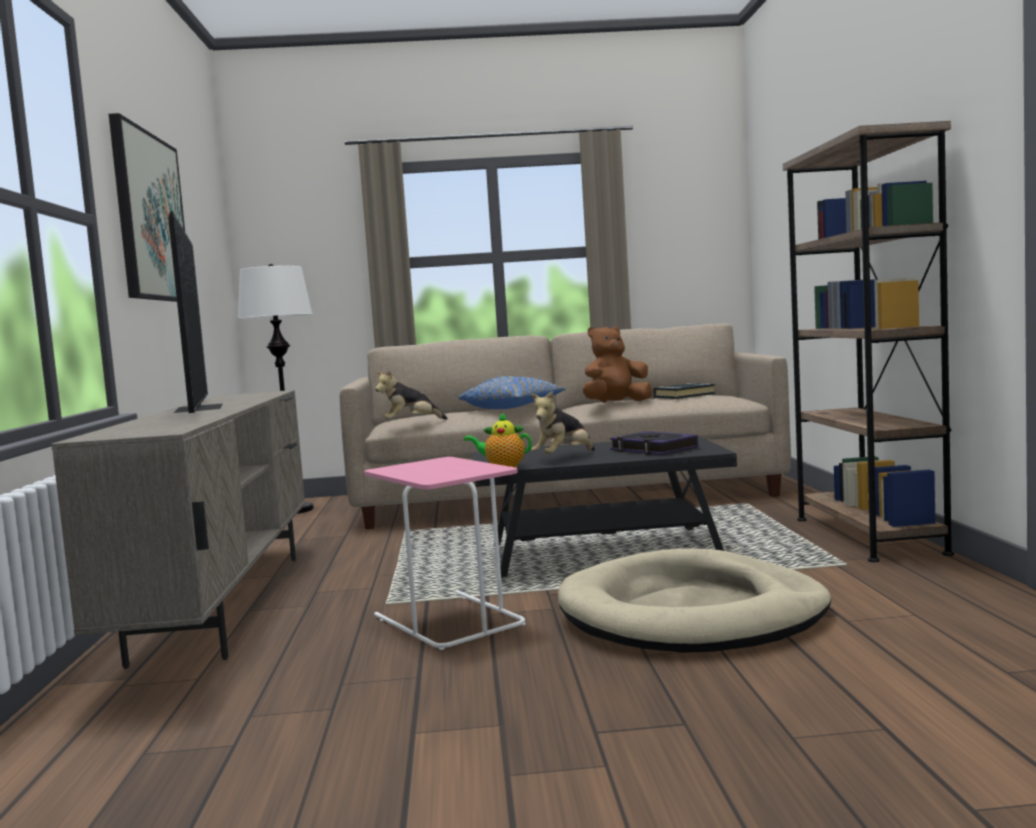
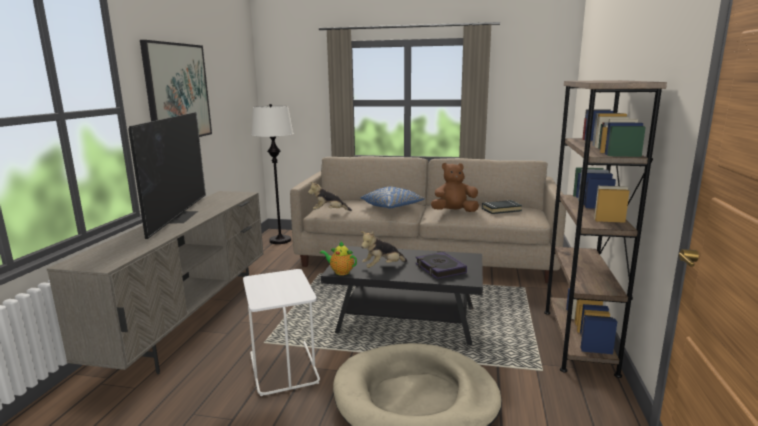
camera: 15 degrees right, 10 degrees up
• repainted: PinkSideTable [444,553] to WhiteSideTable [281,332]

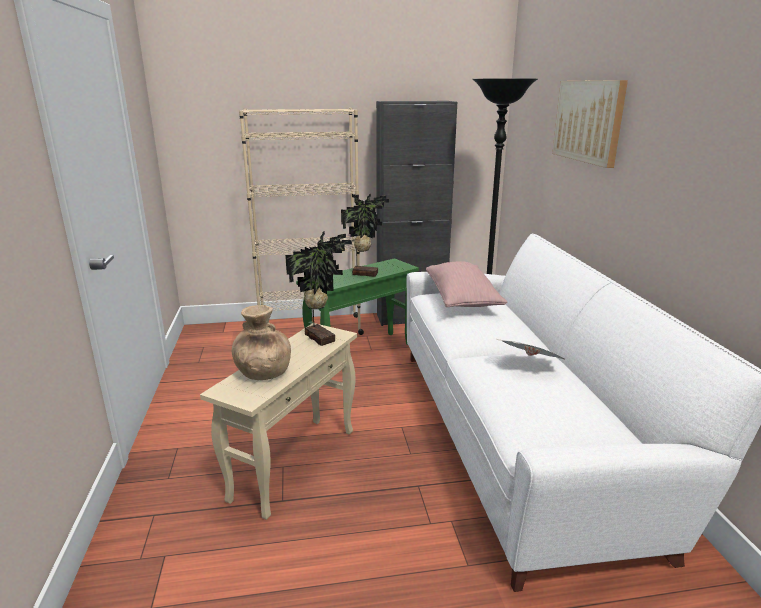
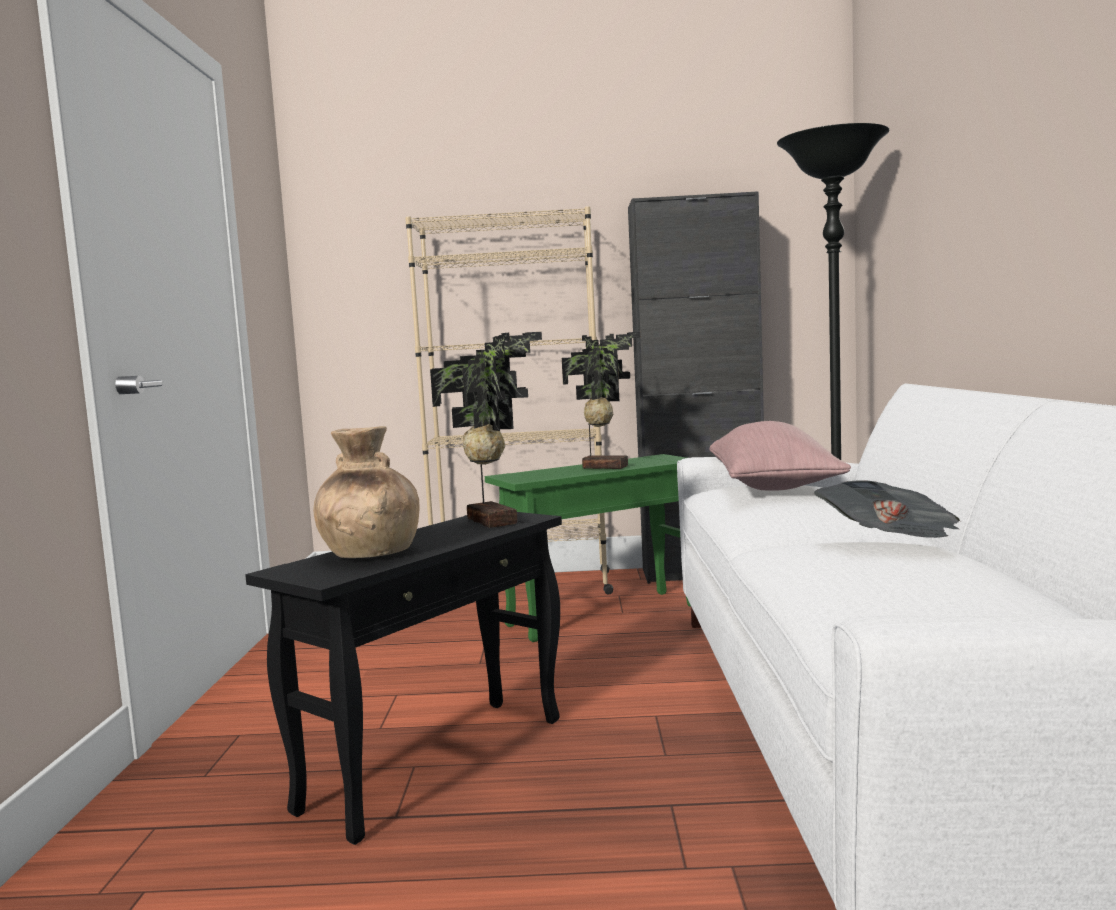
camera: 10 degrees right, 15 degrees down
• repainted: BeigeSideTable [278,421] to BlackSideTable [403,678]
• gone: Picture [590,124]

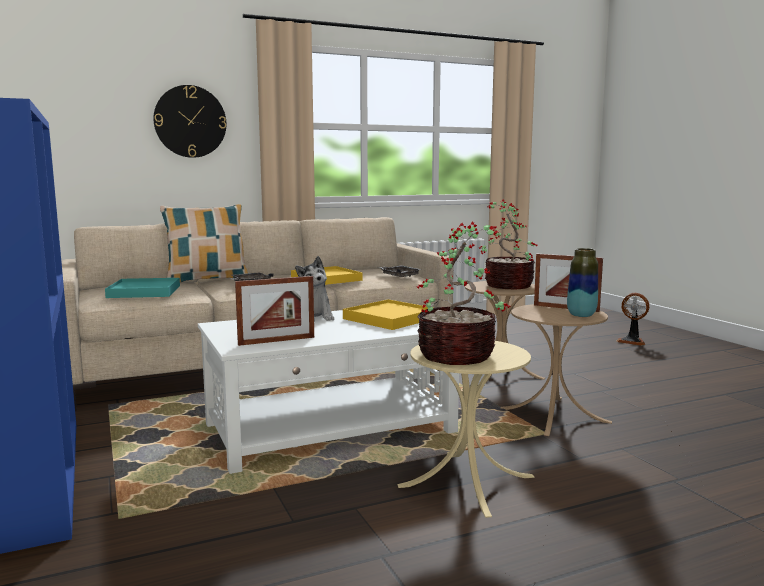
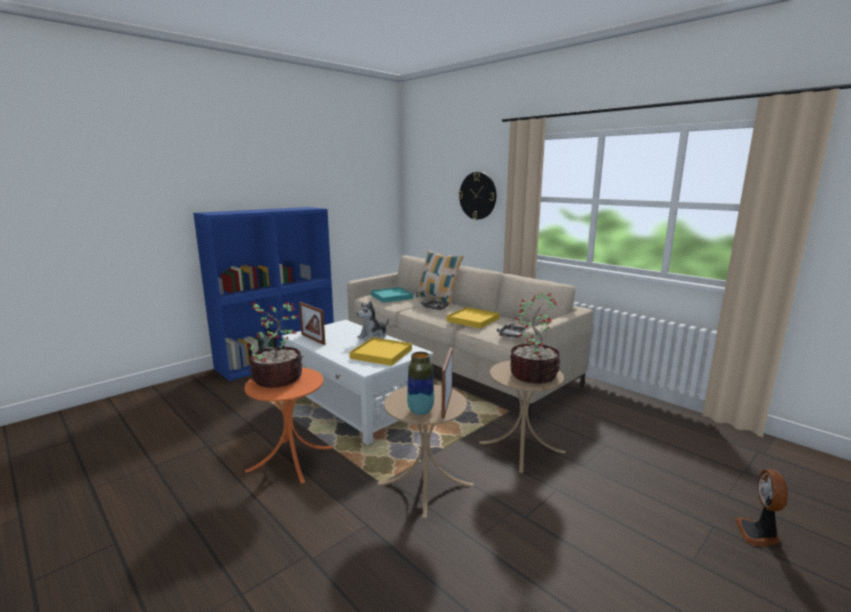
camera: 70 degrees right, 5 degrees up
• repainted: BeigeSideTable [465,429] to OrangeSideTable [288,426]

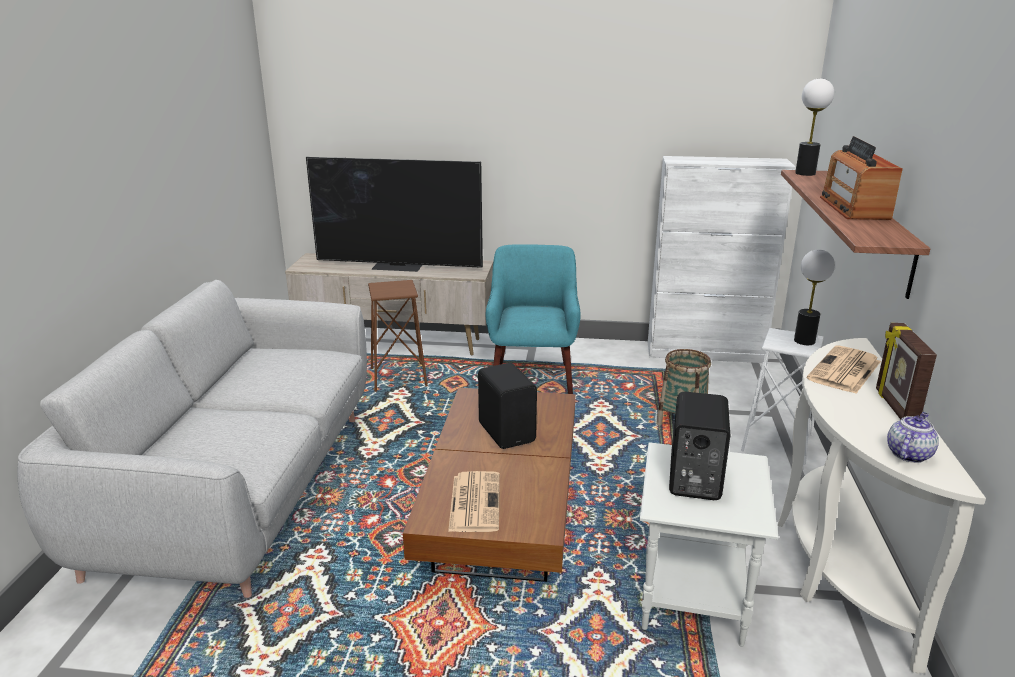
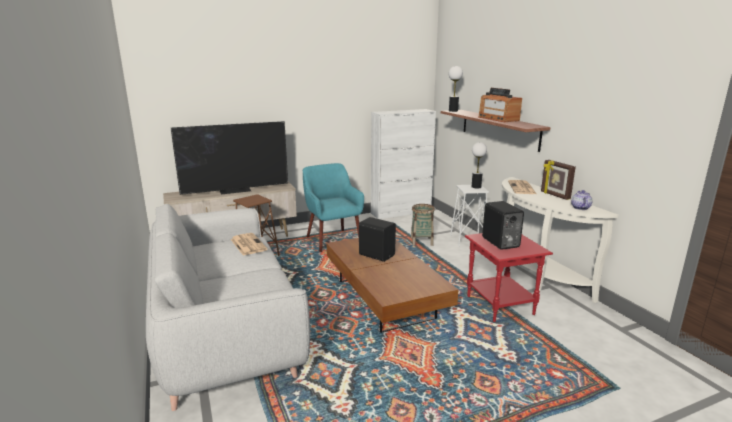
camera: 30 degrees left, 5 degrees down
• shifted: Newspaper [474,501] to [248,244]
• repainted: WhiteSideTable [709,544] to RedSideTable [509,277]

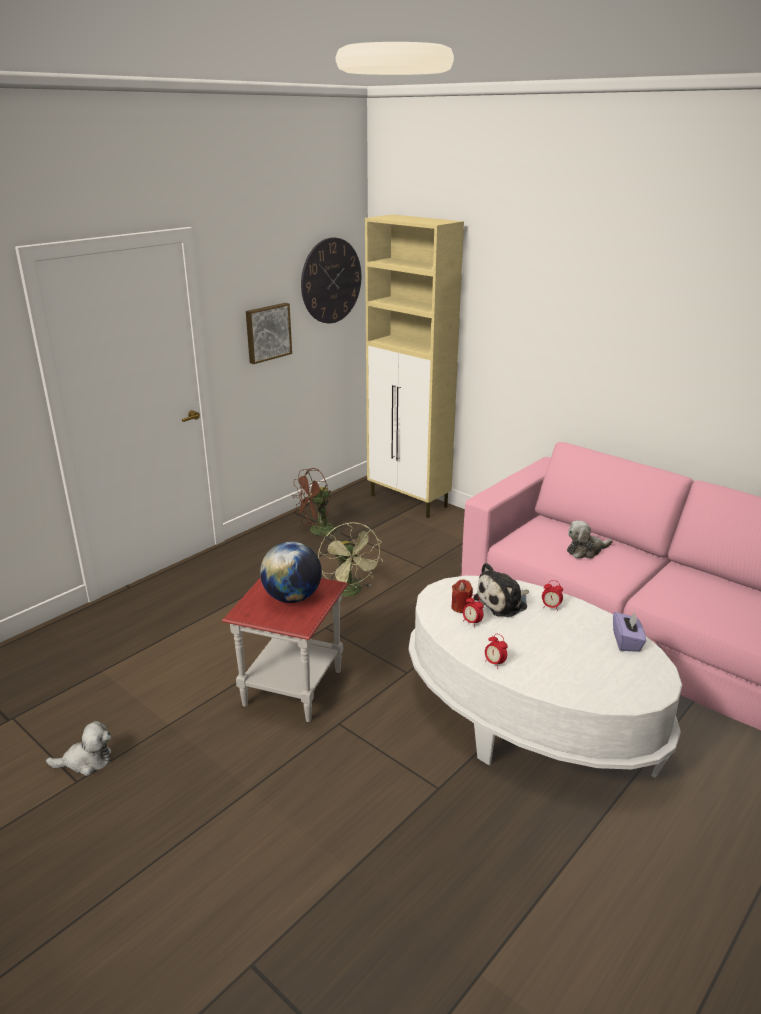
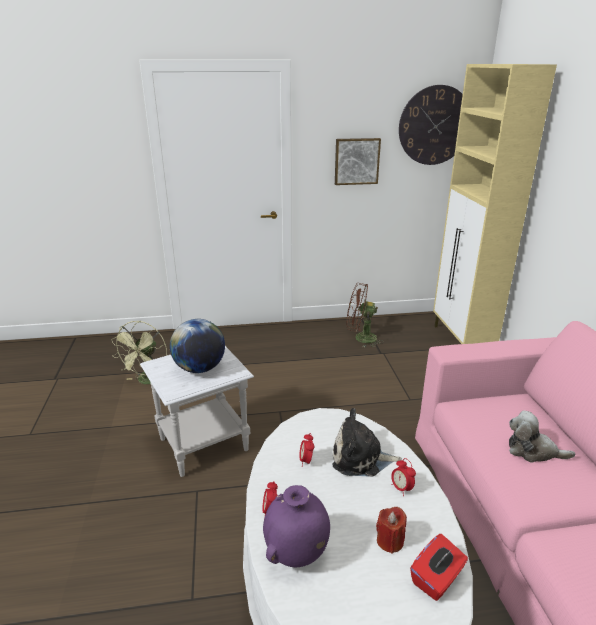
camera: 40 degrees right, 0 degrees up
• shifted: GreenFan [350,559] to [139,352]
• repainted: RedSideTable [285,649] to WhiteSideTable [197,411]
• new: PurpleVase [296,526]
• shifted: RedCandle [462,596] to [391,530]
• repainted: PurpleTissueBox [629,632] to RedTissueBox [439,567]
• gone: PlushToy [78,748]

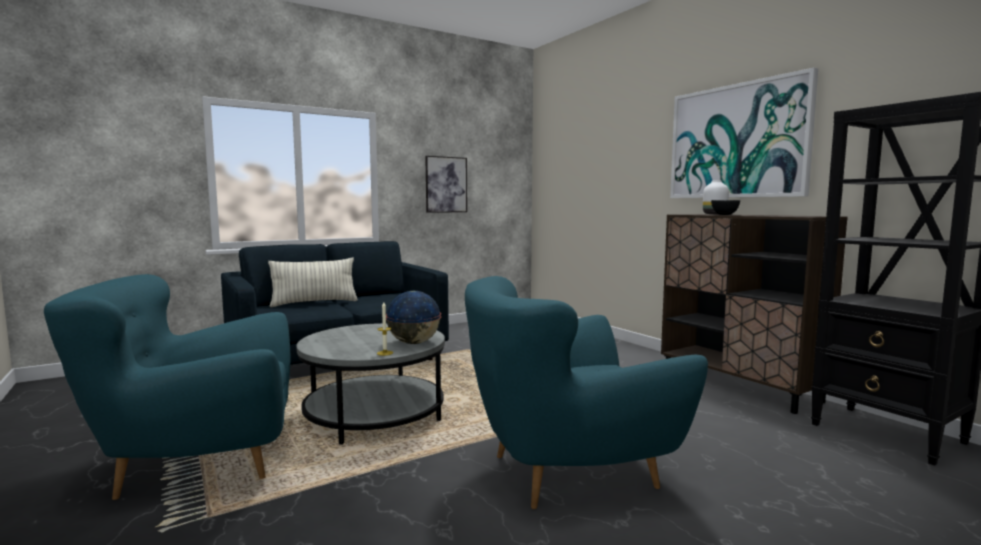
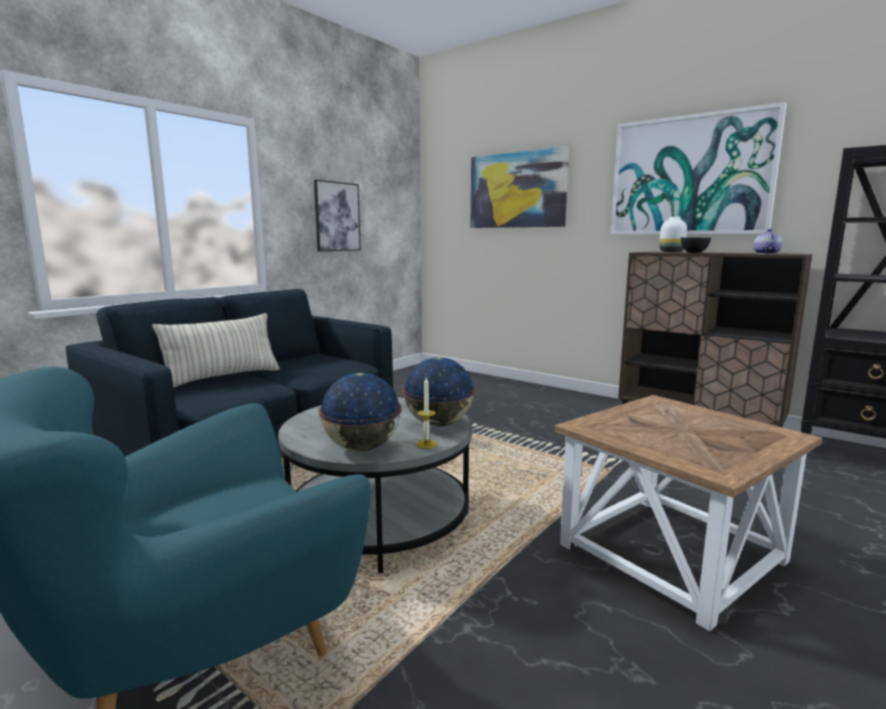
camera: 20 degrees left, 5 degrees up
• new: Globe [360,412]
• new: Picture [519,187]
• swapped: TurquoiseArmchair [586,392] to BrownSideTable [688,513]
• new: Teapot [768,241]

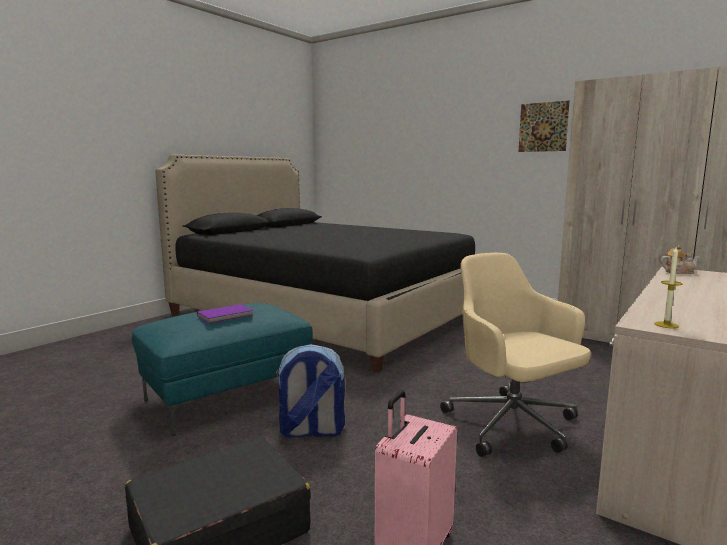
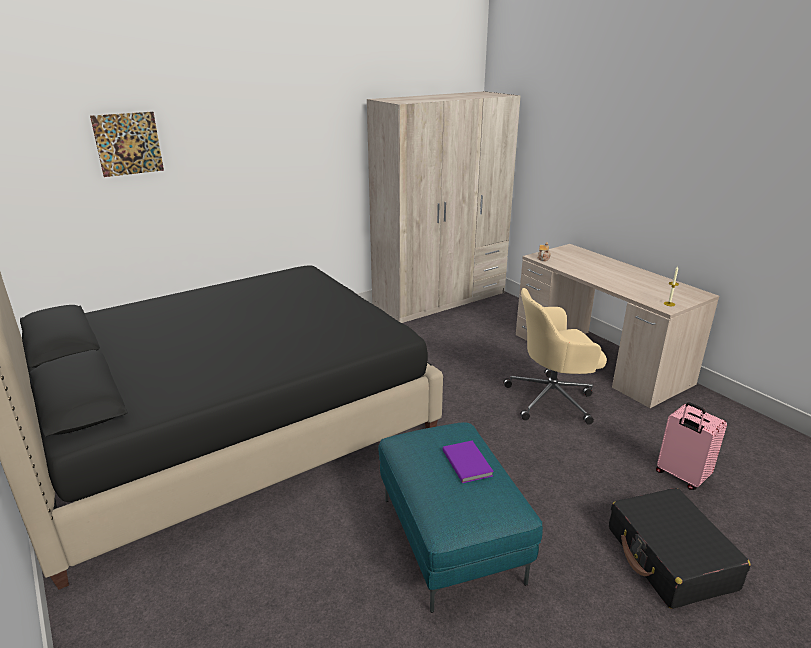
camera: 70 degrees left, 15 degrees up
• shifted: Picture [544,126] to [127,144]
• gone: Backpack [310,391]

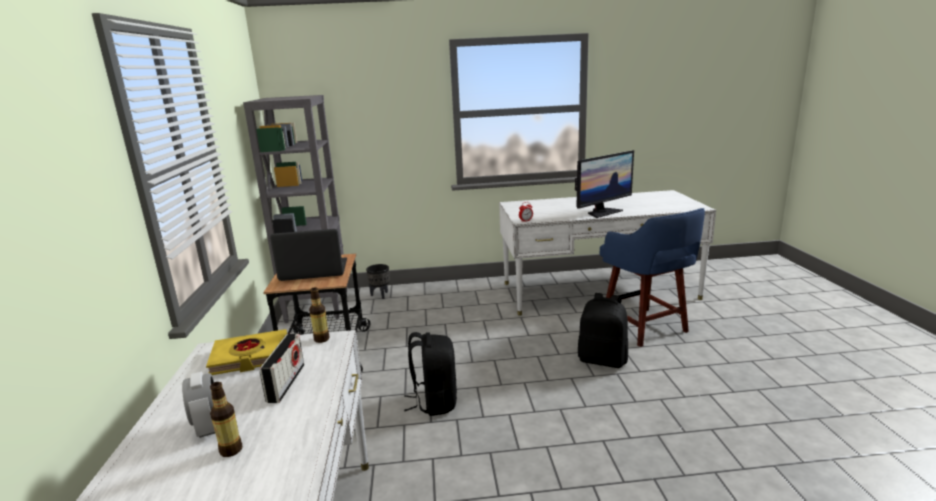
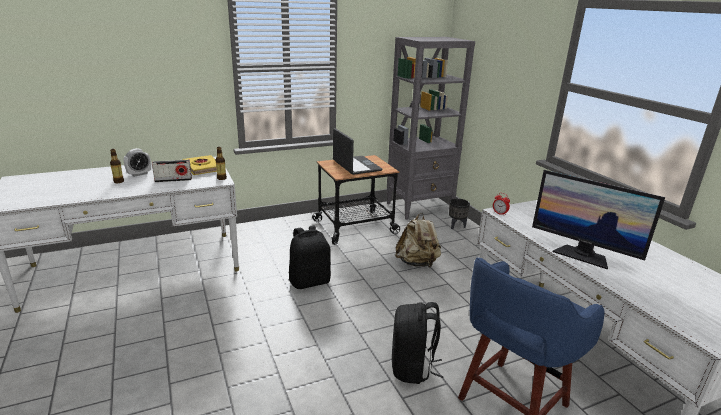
camera: 70 degrees right, 5 degrees up
• new: BeigeBackpack [418,240]

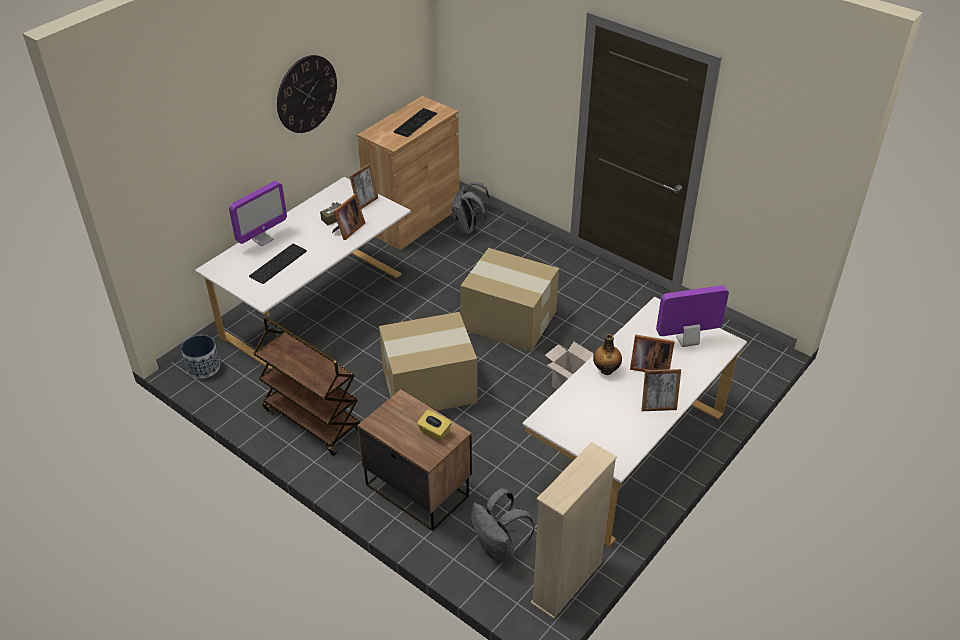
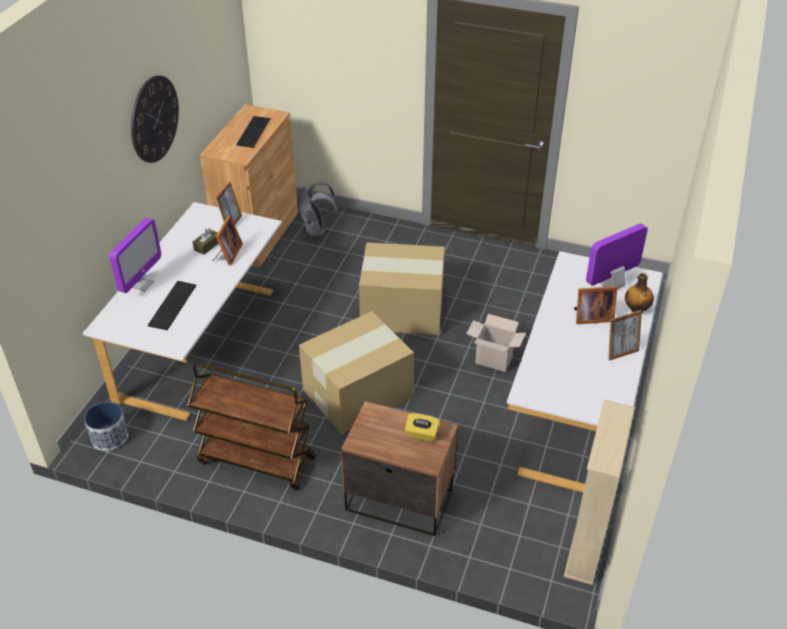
camera: 20 degrees left, 0 degrees up
• shifted: Bottle [607,354] to [639,293]
• gone: GreyBackpack [503,526]

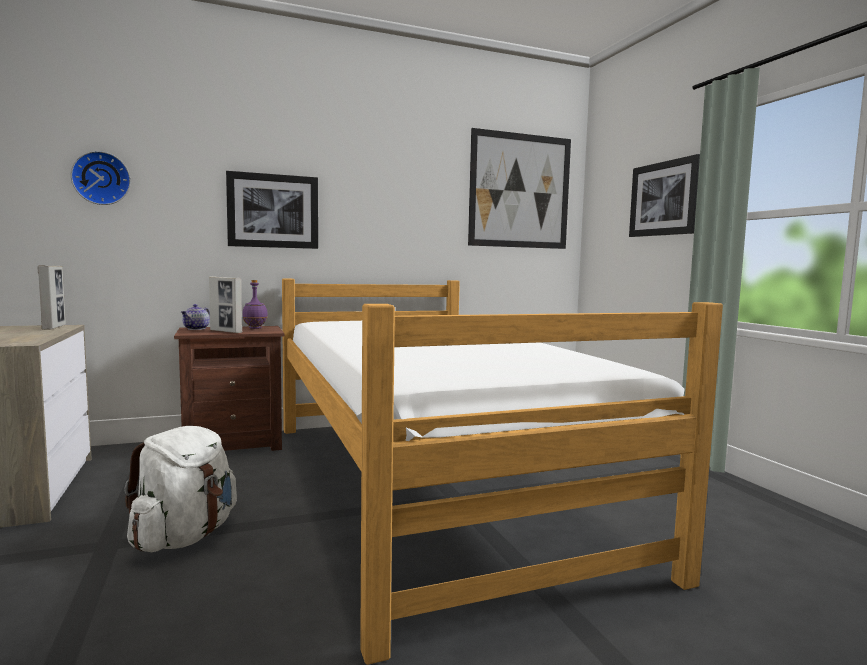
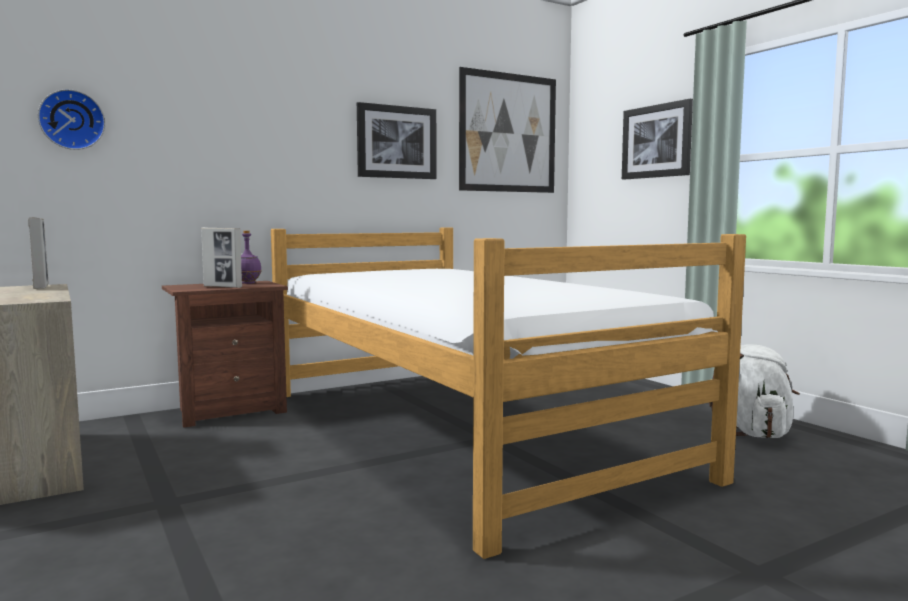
camera: 10 degrees left, 0 degrees up
• shifted: Picture [272,210] to [397,140]
• shifted: WhiteBackpack [180,489] to [754,391]
• gone: Teapot [195,317]

